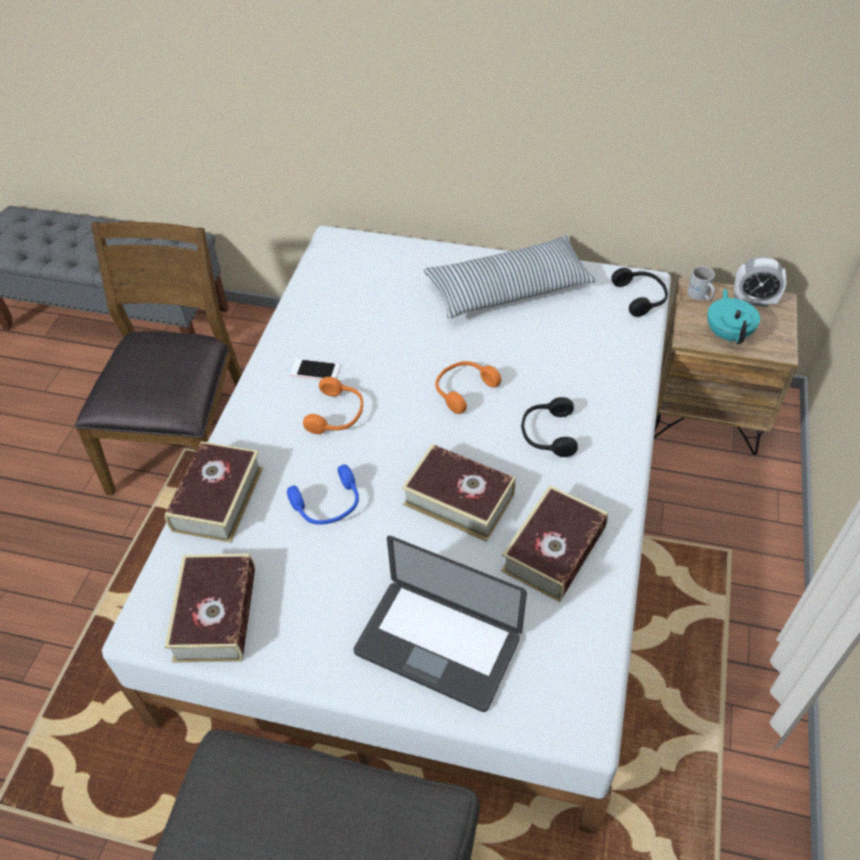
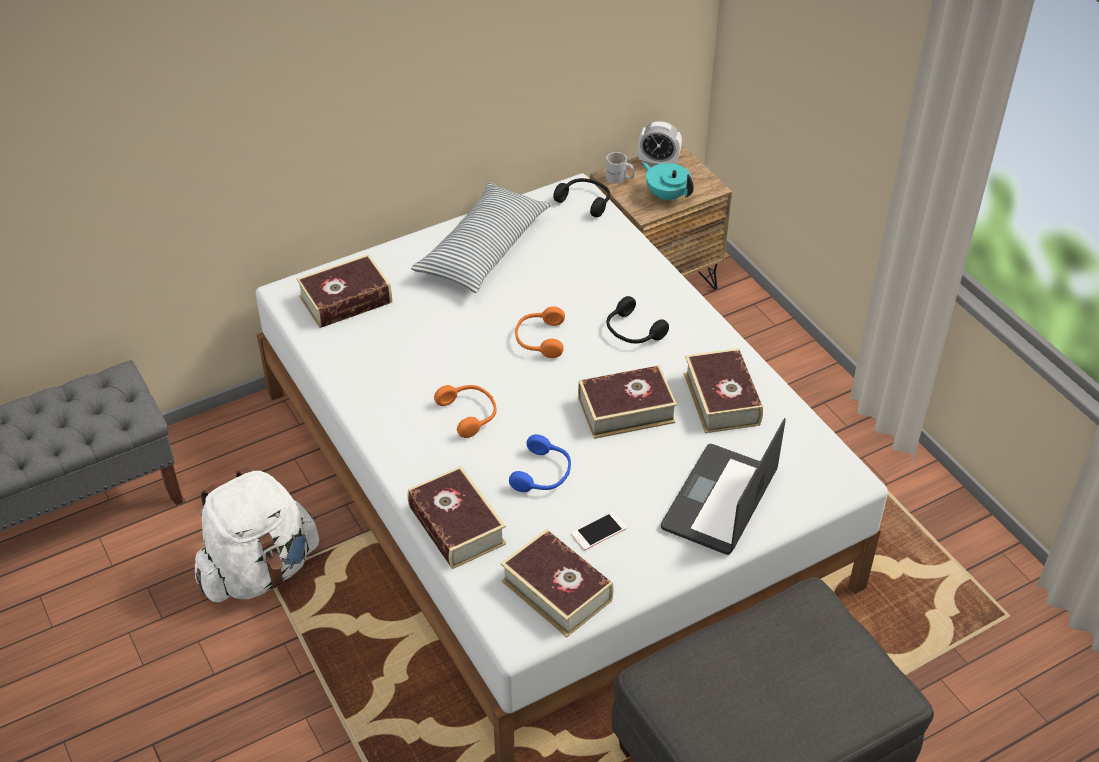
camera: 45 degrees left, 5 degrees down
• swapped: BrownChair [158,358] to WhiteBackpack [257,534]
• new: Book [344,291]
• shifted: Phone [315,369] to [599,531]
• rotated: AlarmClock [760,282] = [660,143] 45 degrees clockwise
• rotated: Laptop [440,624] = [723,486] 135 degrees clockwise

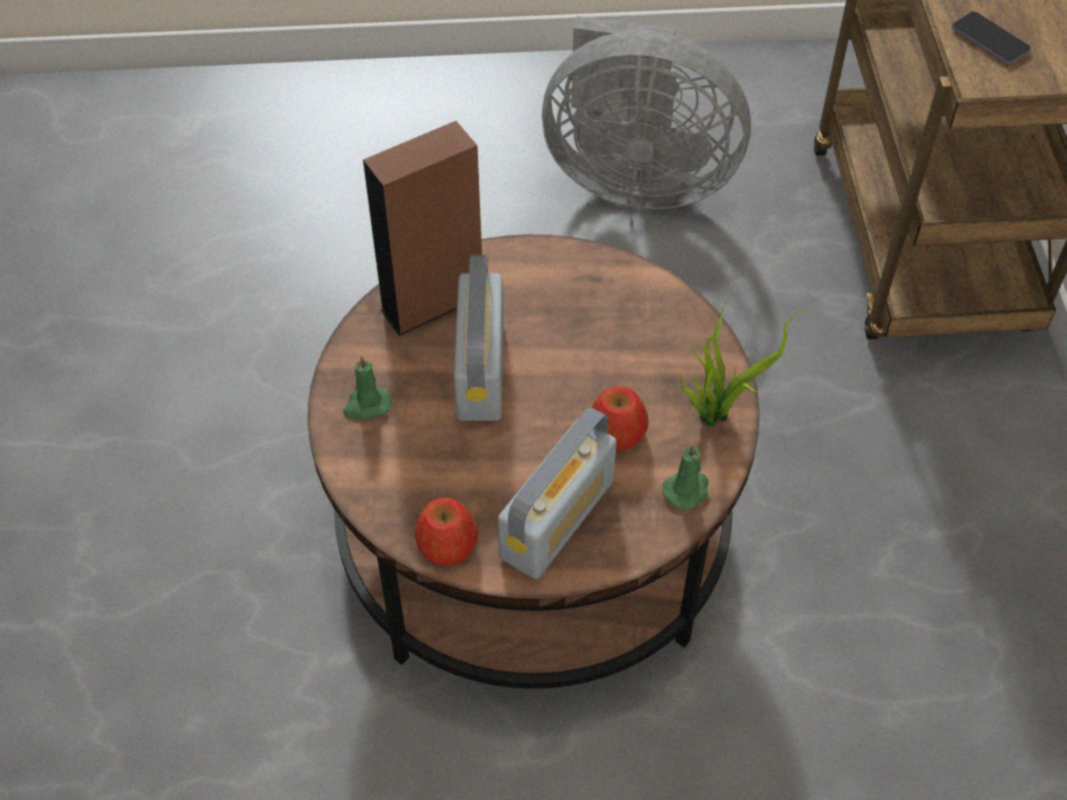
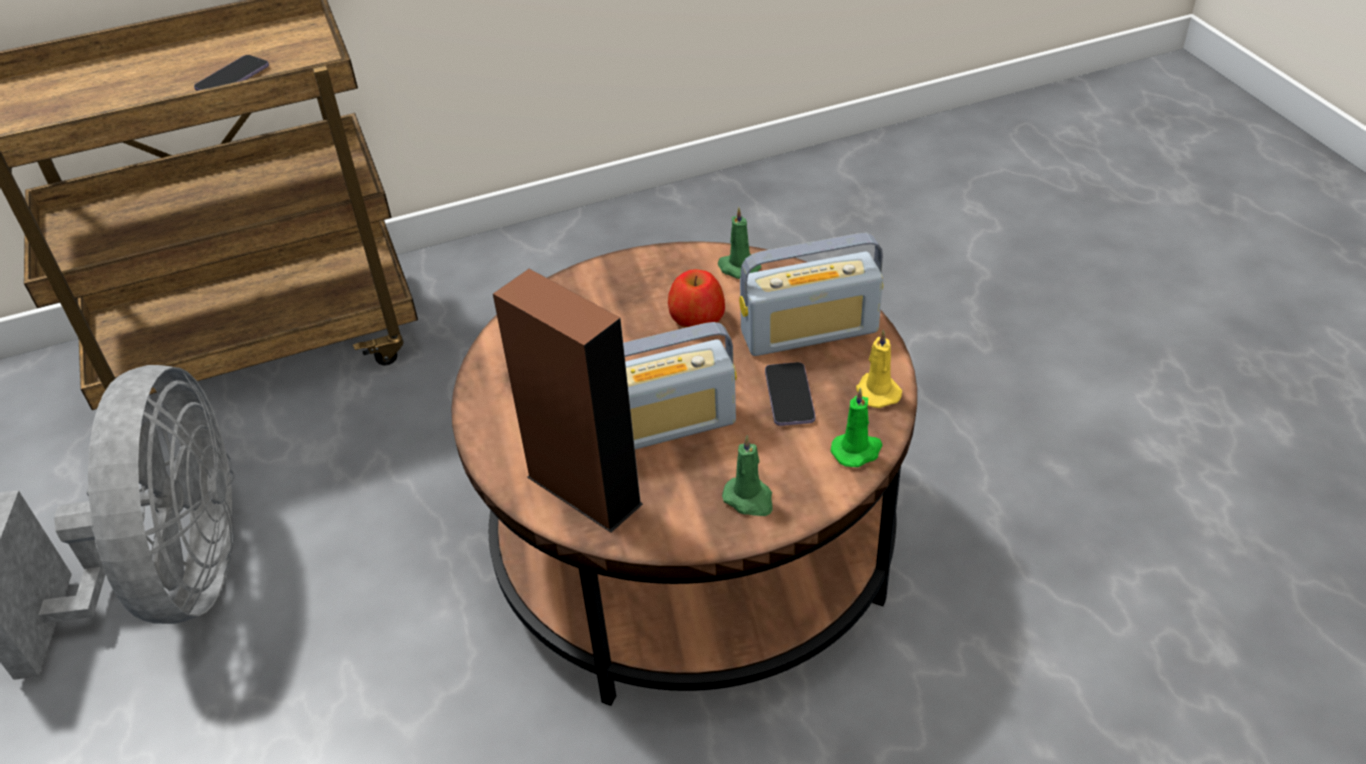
camera: 105 degrees left, 10 degrees down
• rotated: Radio [557,493] = [811,294] 150 degrees clockwise
• new: Phone [790,394]
• new: GreenCandle [857,427]
• swapped: Apple [446,532] to YellowCandle [879,368]
• gone: PottedPlant [743,360]

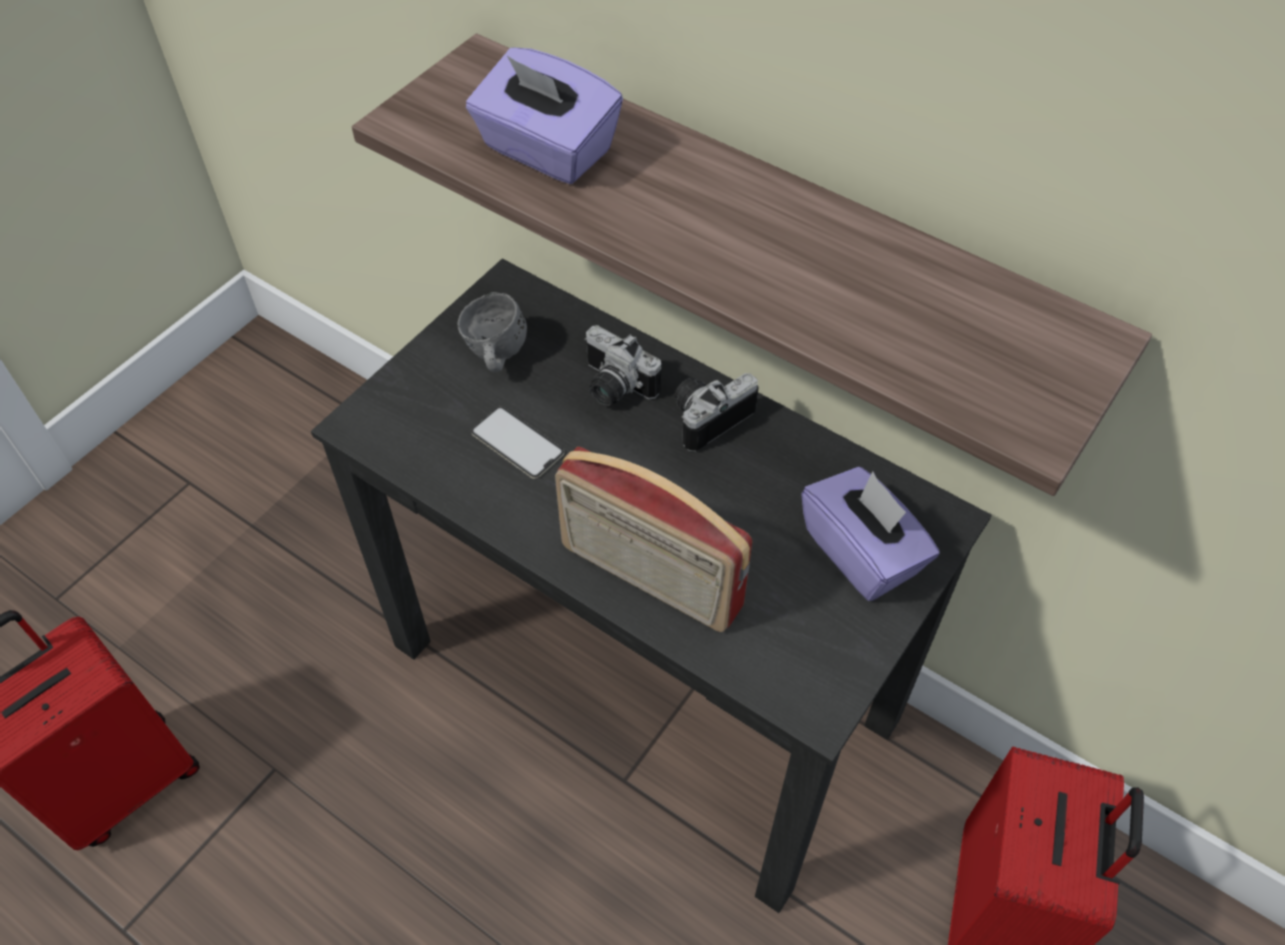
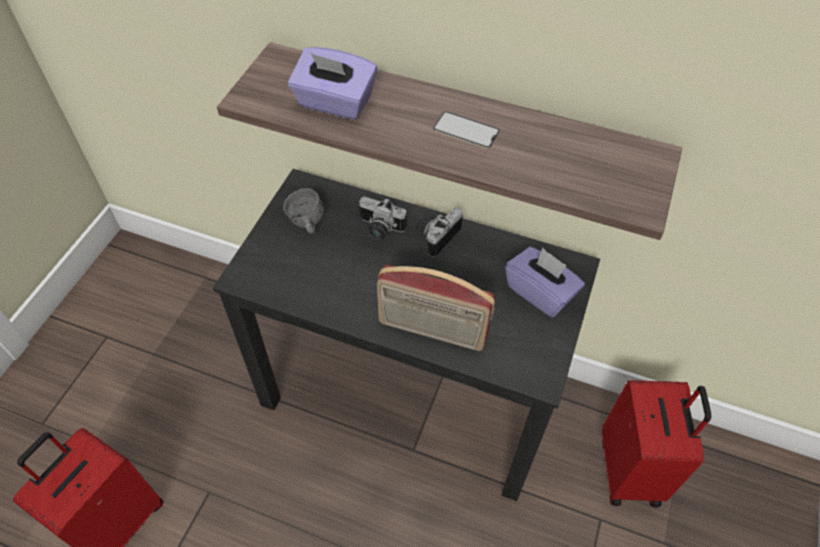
camera: 15 degrees left, 0 degrees up
• shifted: Phone [517,442] to [466,130]

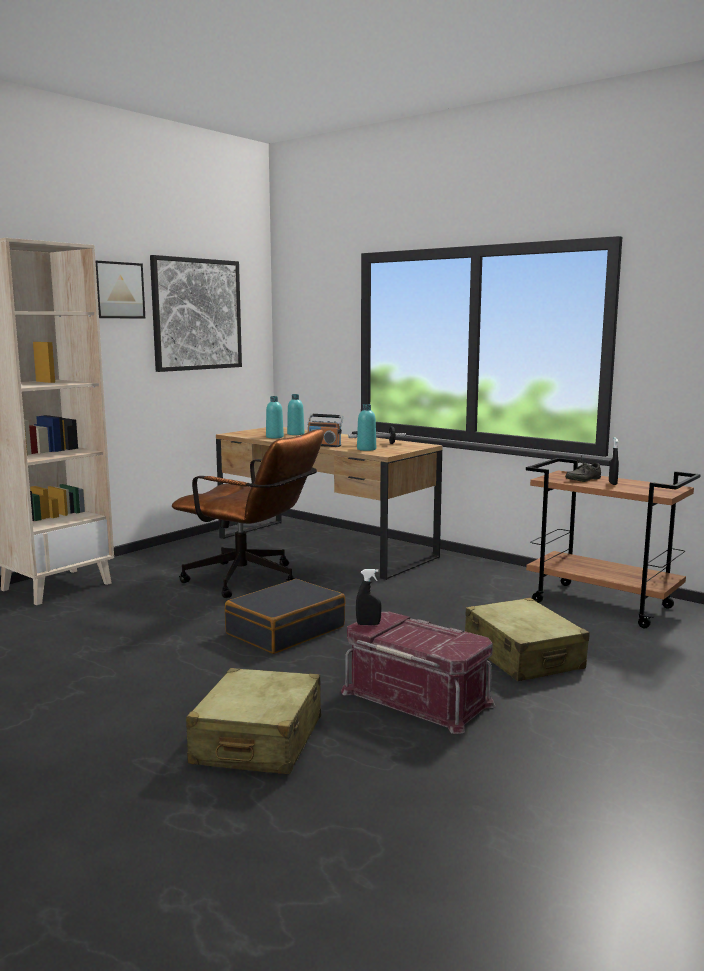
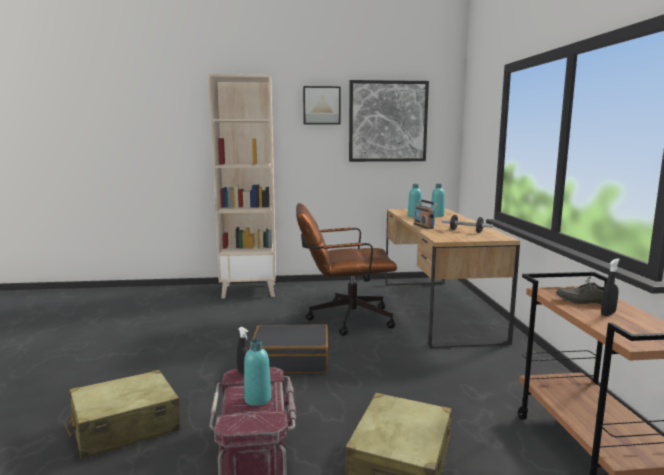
camera: 45 degrees right, 0 degrees up
• shifted: TurquoiseBottle [366,427] to [257,372]
• rotated: BrownOfficeChair [248,513] = [346,269] 105 degrees clockwise

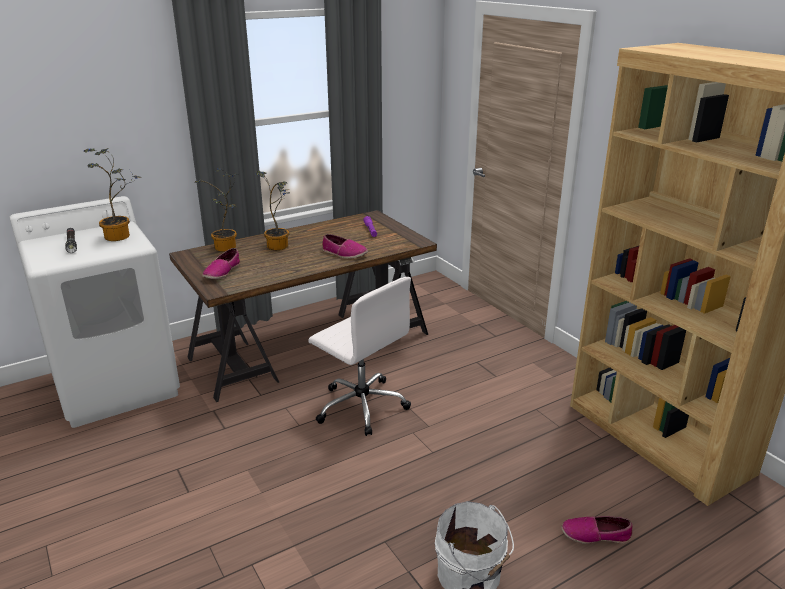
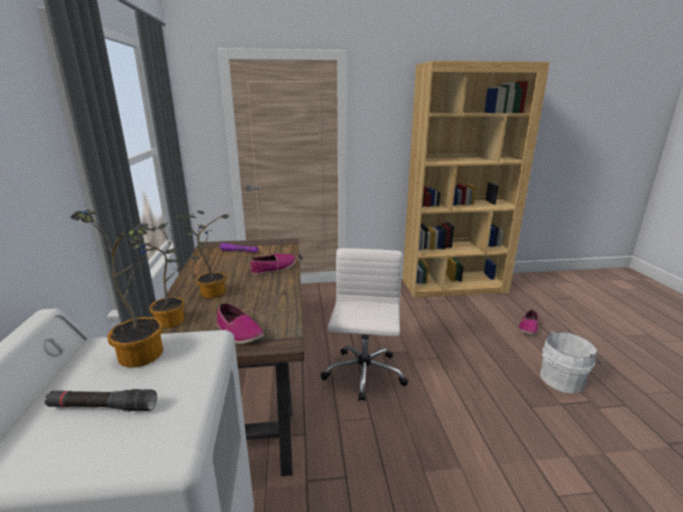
camera: 65 degrees left, 5 degrees down
• rotated: WhiteOfficeChair [359,356] = [364,324] 60 degrees counterclockwise

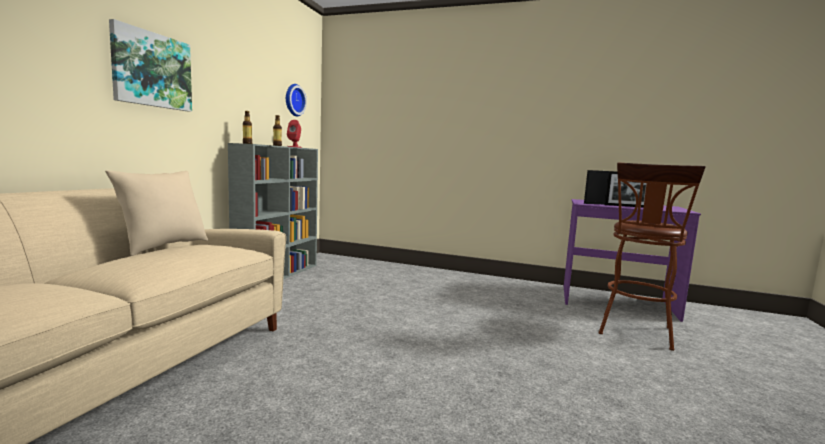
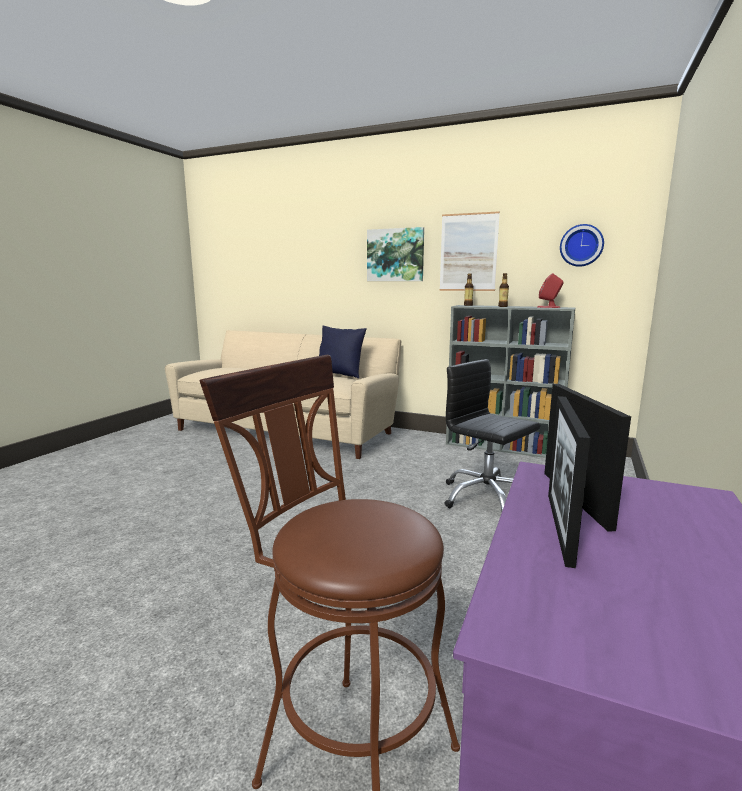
camera: 95 degrees right, 5 degrees up
• repainted: BeigePillow [156,213] to BluePillow [343,352]
• new: Picture [470,251]
• new: BlackOfficeChair [492,435]

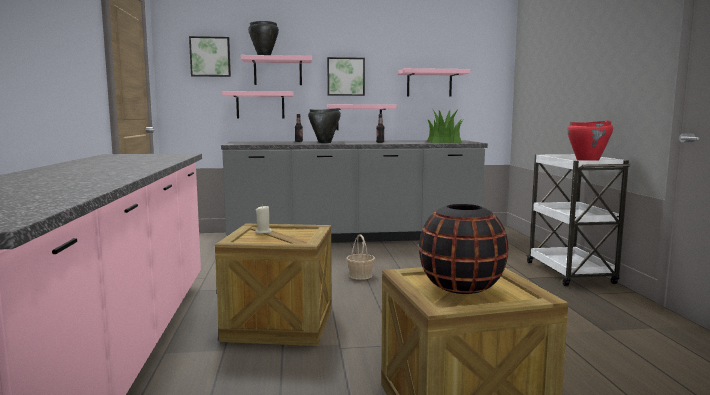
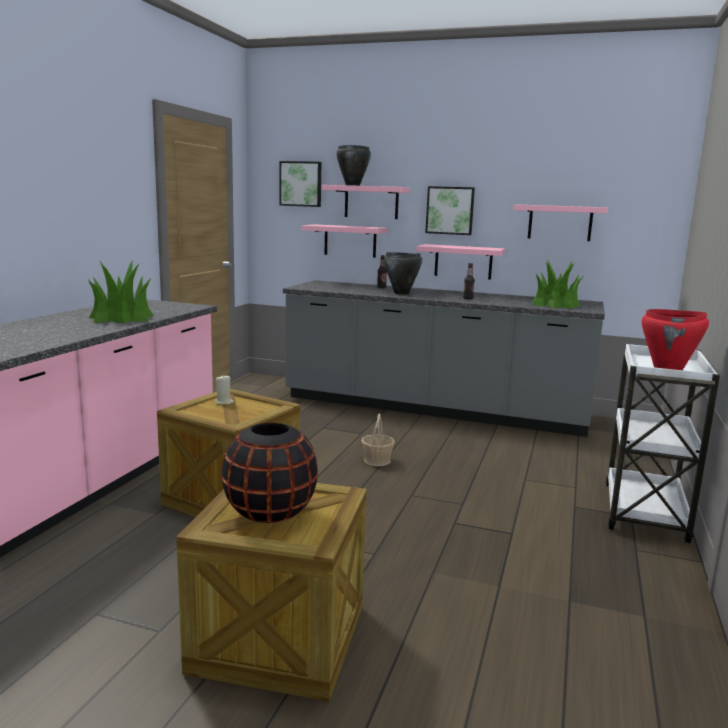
camera: 25 degrees right, 5 degrees up
• new: PottedPlant [121,291]

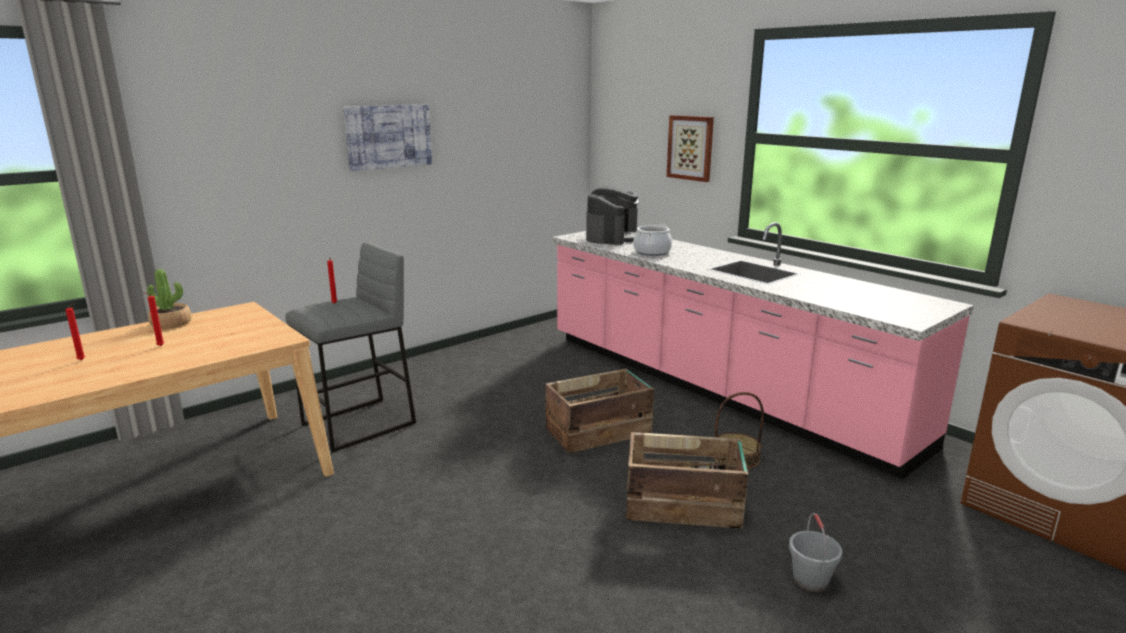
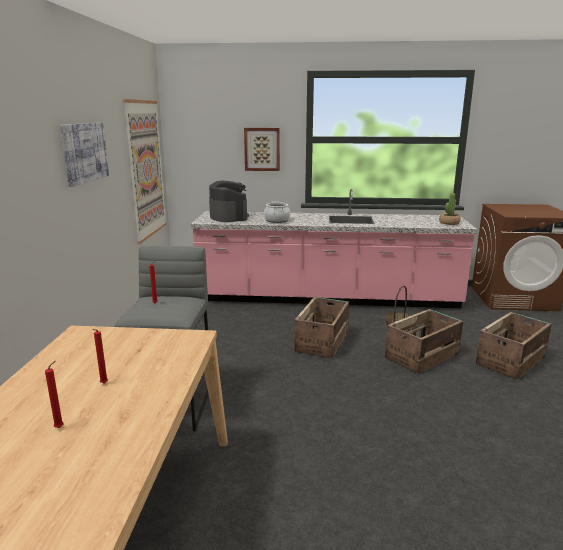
camera: 45 degrees left, 0 degrees up
• new: Picture [145,171]
• shifted: PottedPlant [169,299] to [450,209]
• swapped: GreyBucket [815,552] to Crate [513,346]

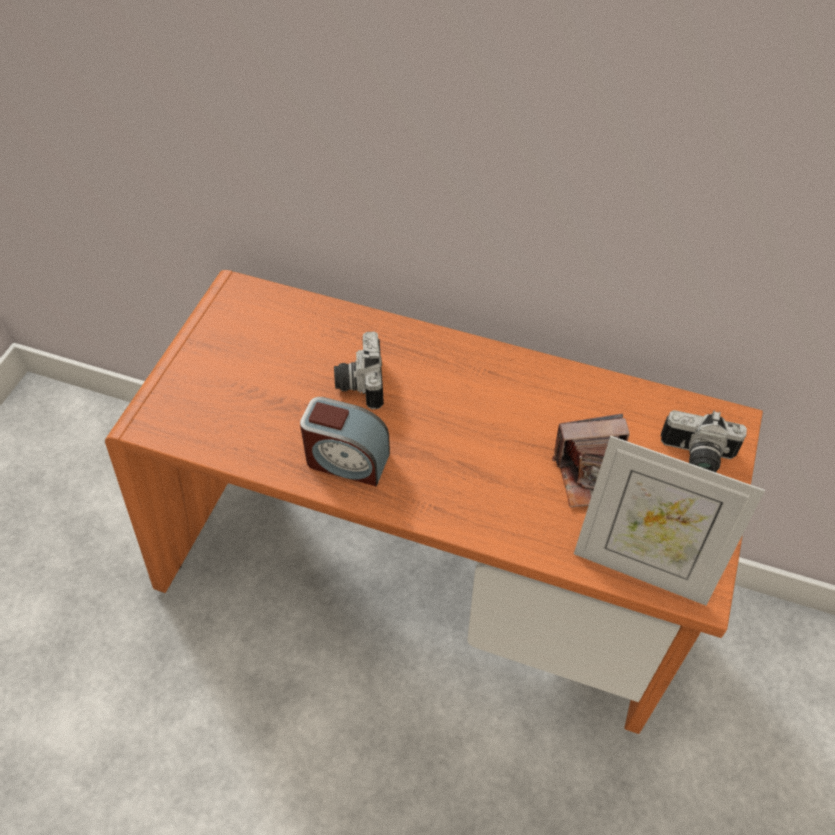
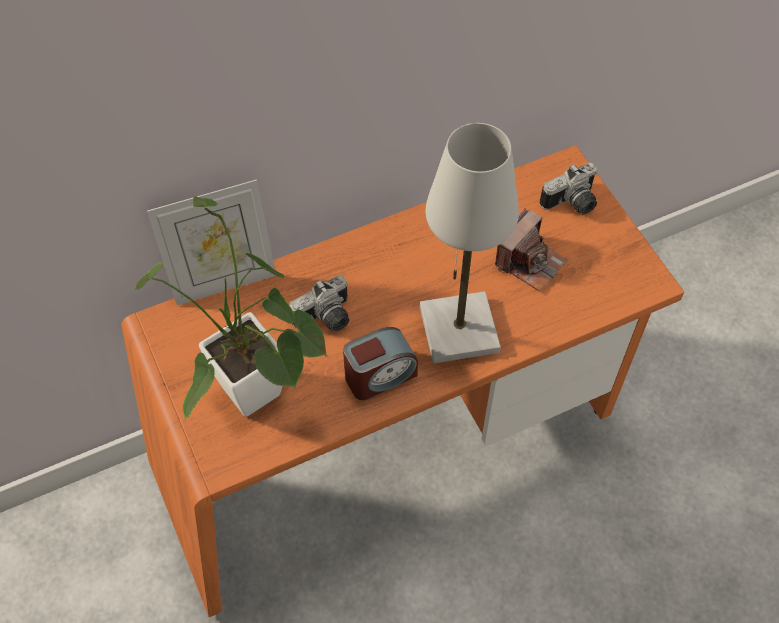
camera: 45 degrees left, 5 degrees up
• new: PottedPlant [231,308]
• shifted: PictureFrame [669,520] to [211,242]
• rotated: PhotoCamera [359,370] = [319,303] 75 degrees counterclockwise
• new: WhiteTableLamp [469,243]

